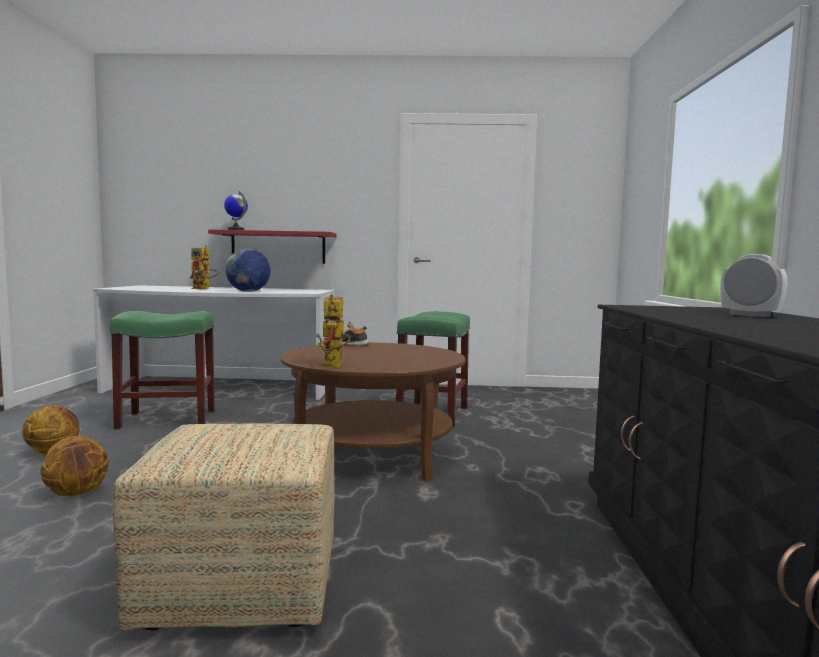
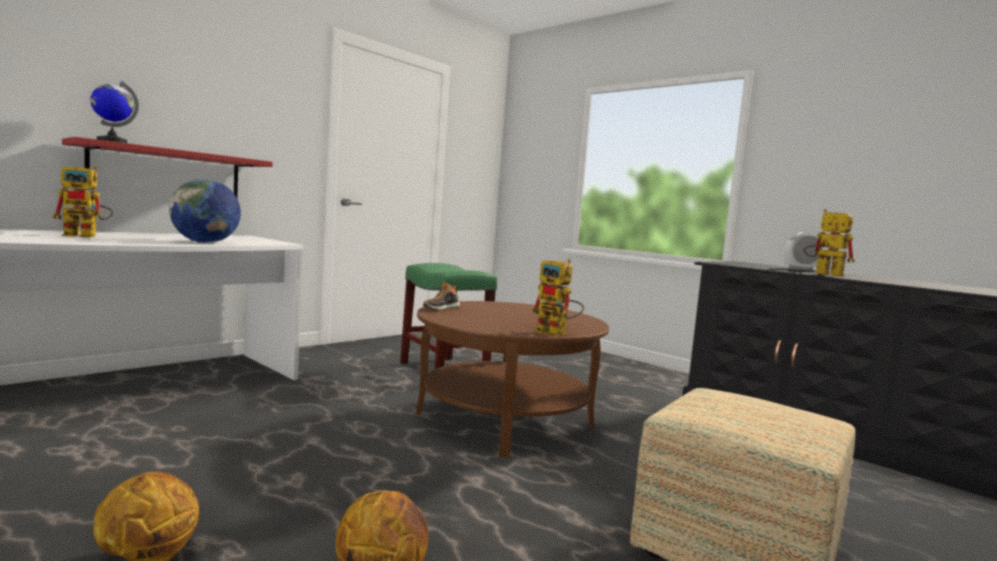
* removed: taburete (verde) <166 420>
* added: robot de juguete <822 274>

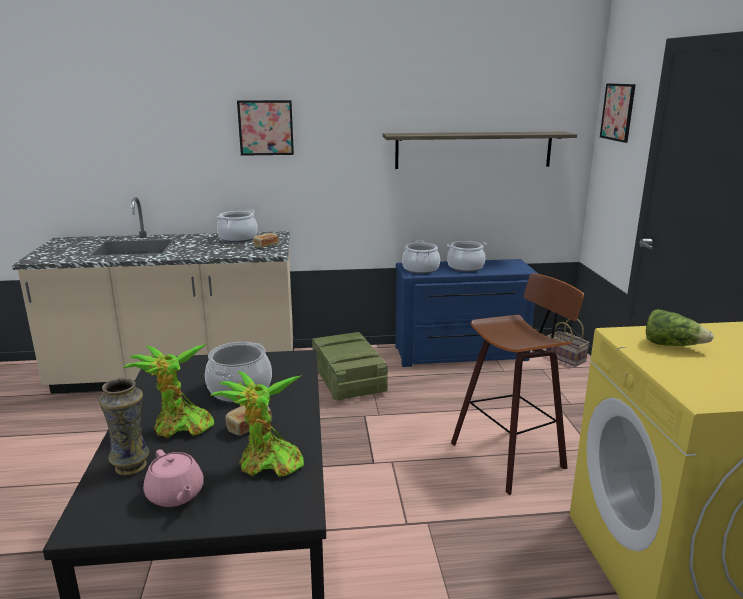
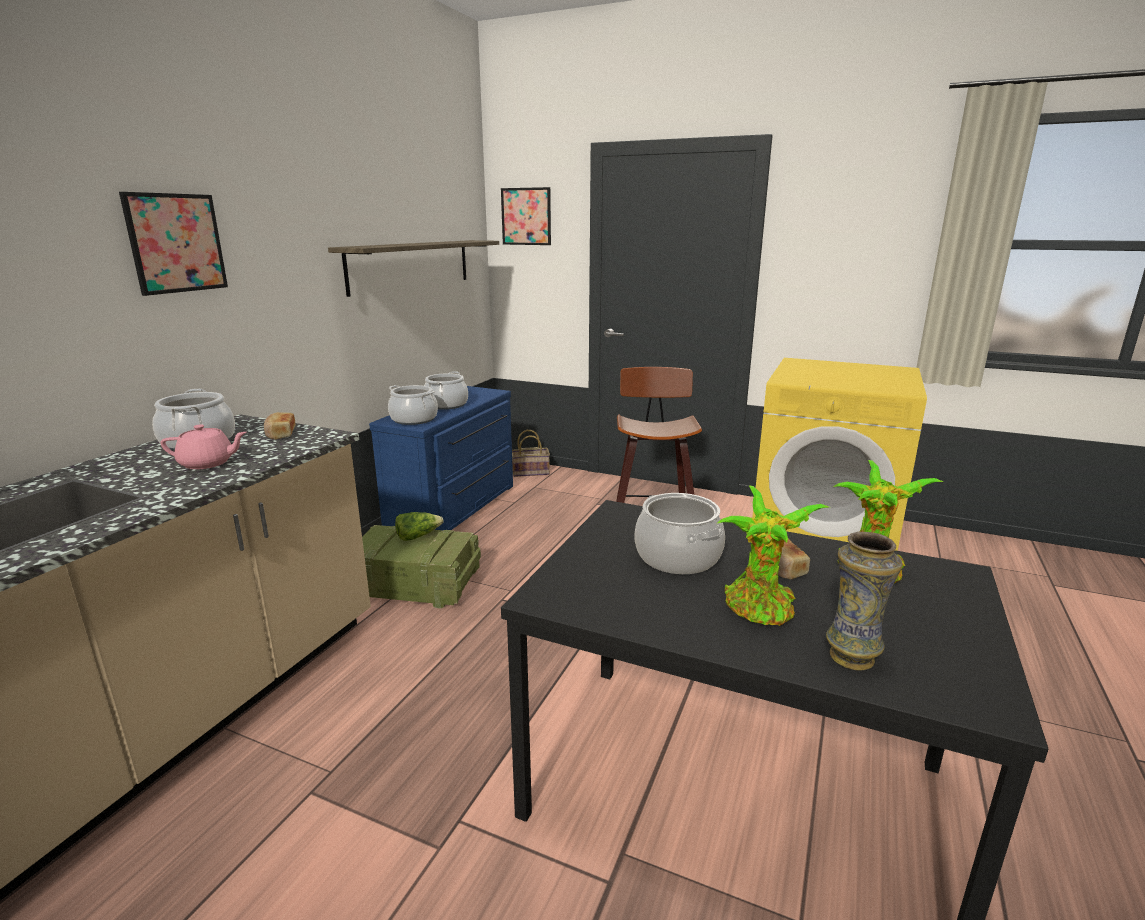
* moved: tetera (rosa) <175 495> to <208 463>
* moved: lechuga <672 345> to <418 536>

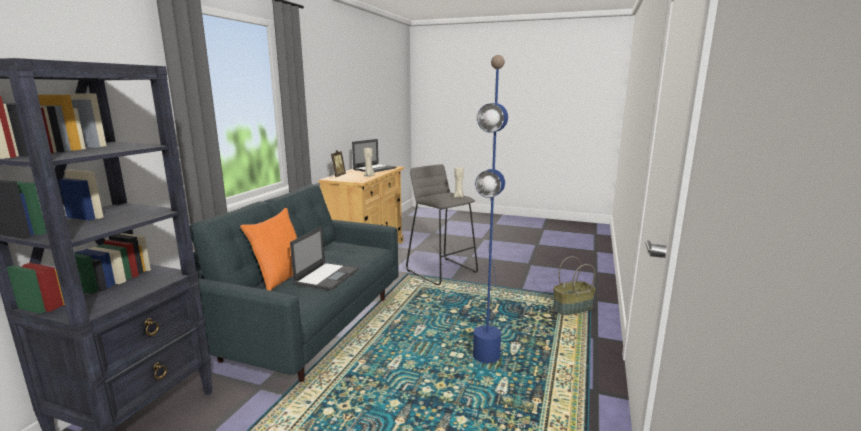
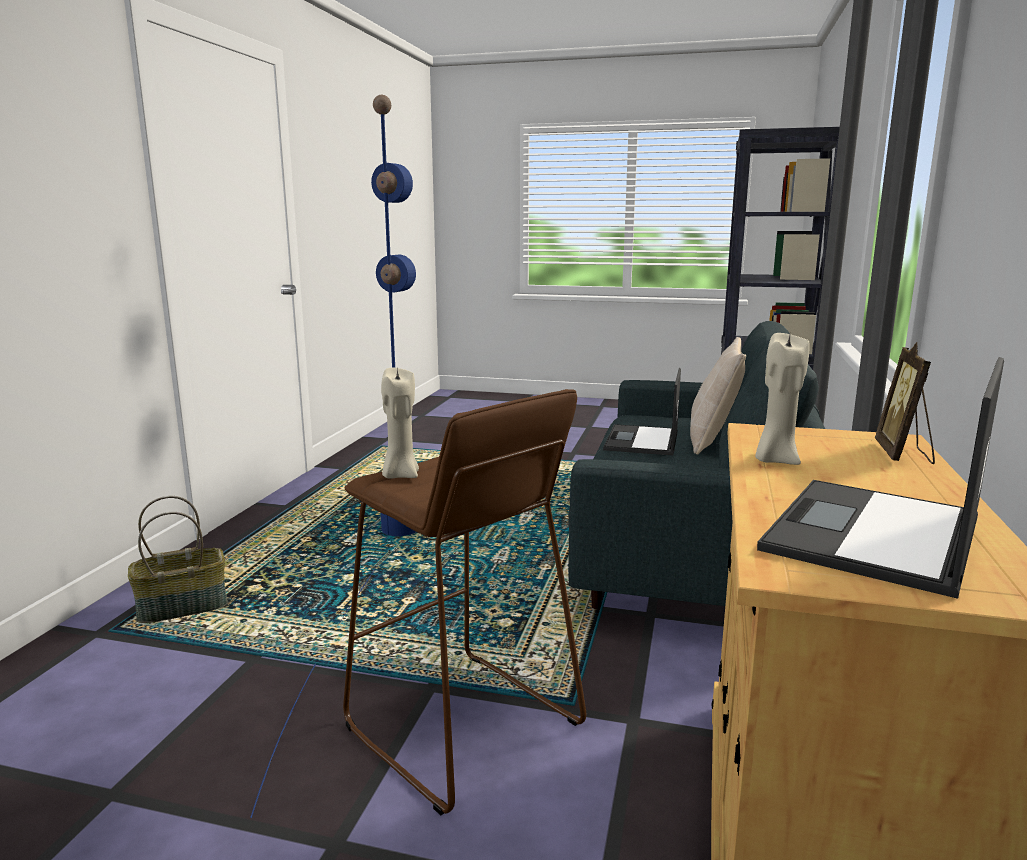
* recoloured: cojín (naranja) <281 276> to cojín (beis) <713 440>
* recoloured: taburete (gris) <442 271> to taburete (marrón) <461 726>

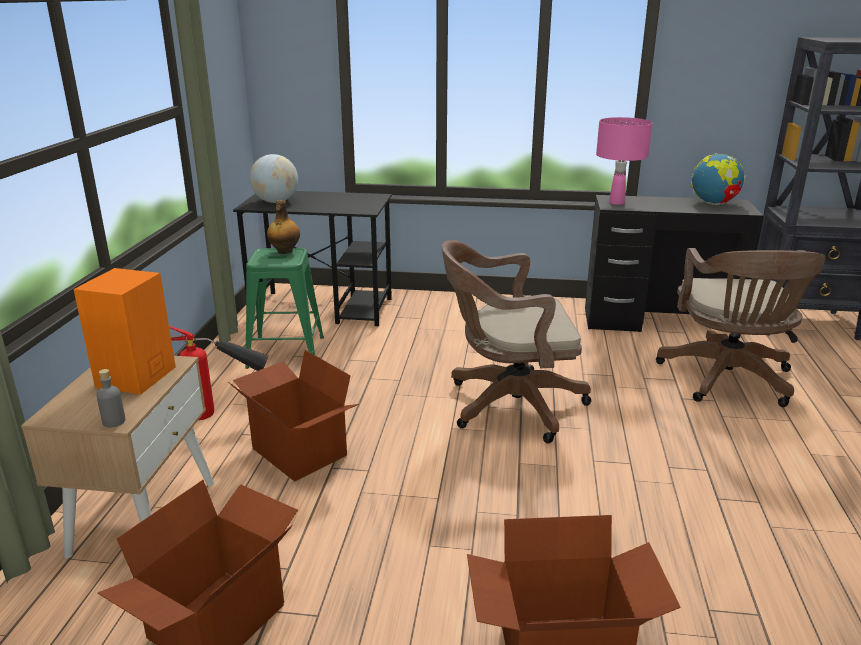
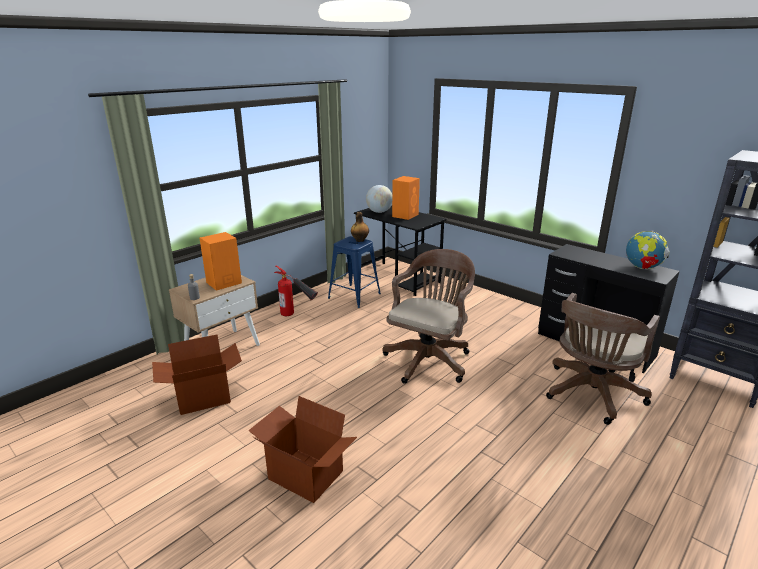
* removed: caja de cartón <297 452>
* recoloured: taburete (verde) <286 352> to taburete (azul) <354 296>
* turned: silla de oficina (marrón) <508 405> = <429 359> 90 degrees clockwise
* removed: lámpara de mesa (rosa) <617 203>
* added: altavoz (naranja) <405 215>

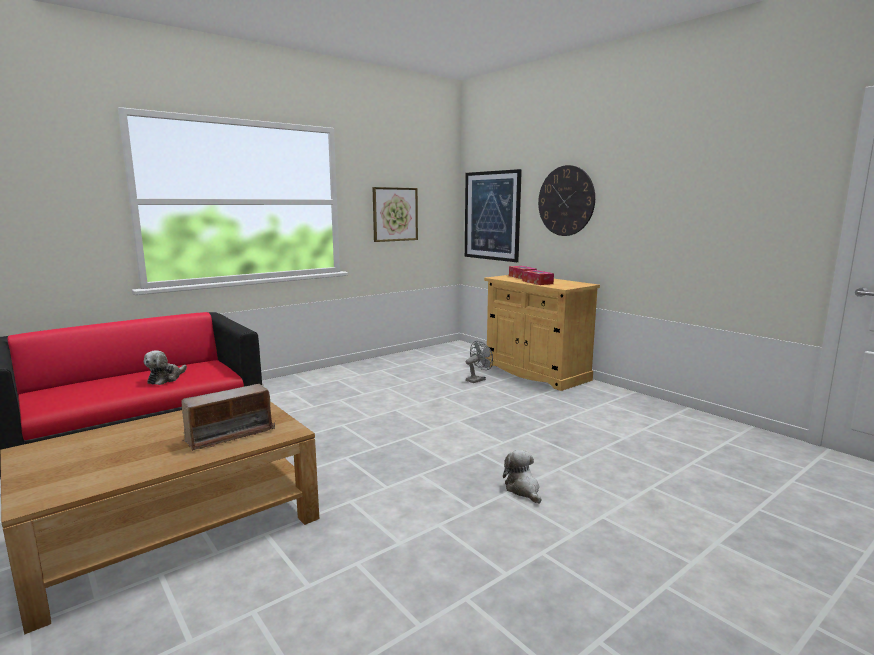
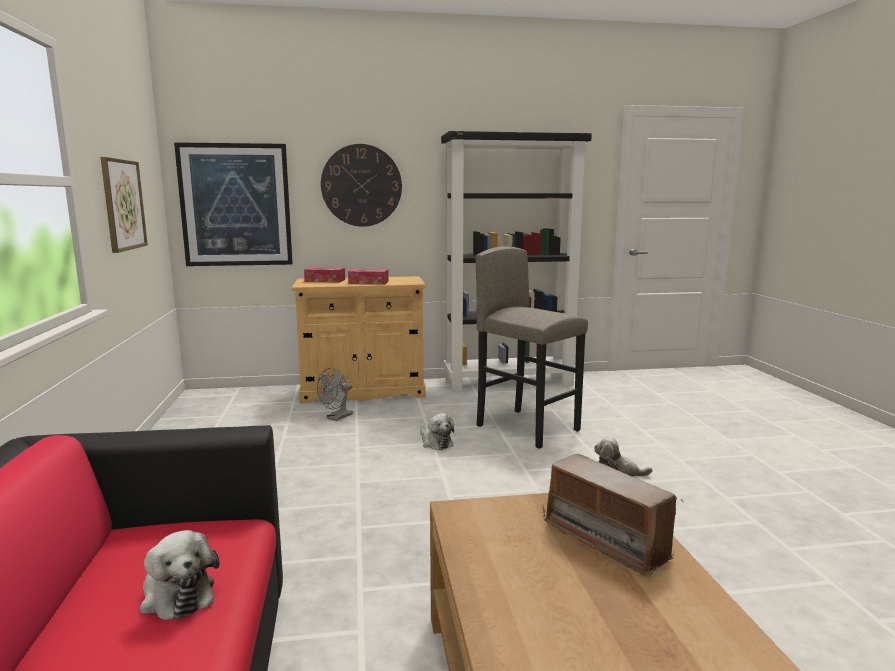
* turned: radio <230 435> = <606 541> 150 degrees clockwise
* turned: ventilador (gris) <478 379> = <337 418> 135 degrees counterclockwise
* added: peluche <435 442>
* added: estantería (negro) <509 382>
* added: taburete (gris) <528 428>

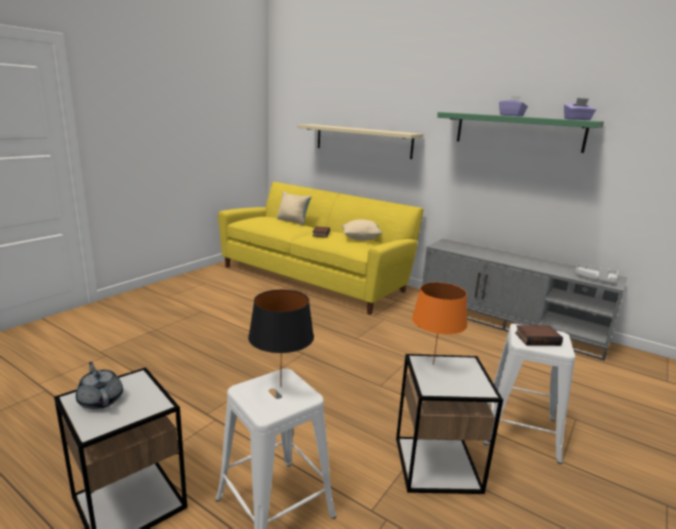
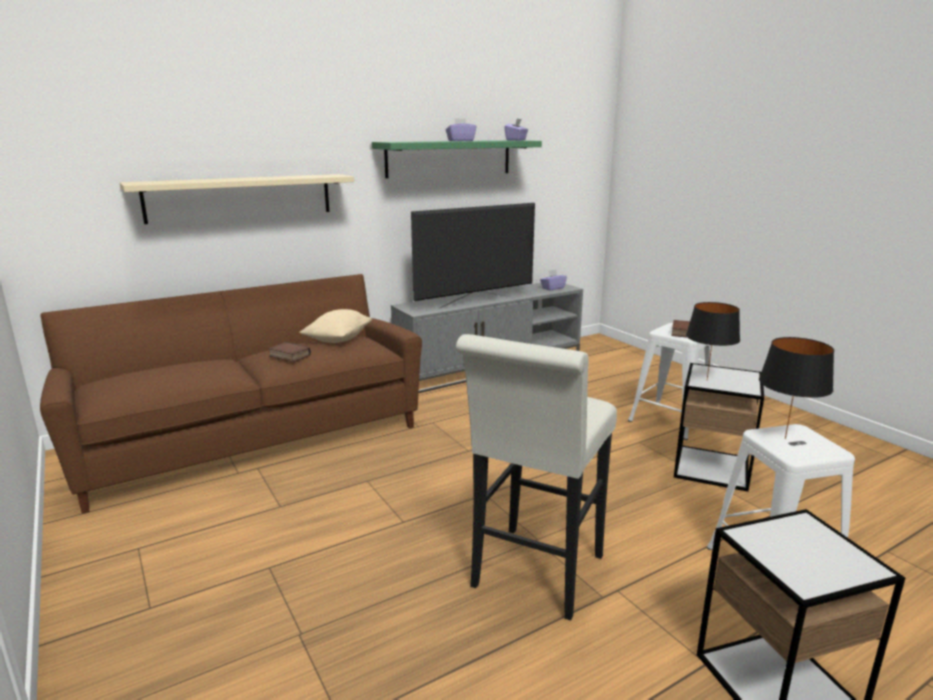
* removed: tetera (gris) <101 399>
* recoloured: sofá (amarillo) <315 277> to sofá (marrón) <251 437>
* removed: cojín (beis) <293 221>
* recoloured: lámpara de mesa (naranja) <433 364> to lámpara de mesa (negro) <706 380>
* replaced: bandeja (gris) <595 278> to caja de pañuelos (morado) <552 288>
* added: televisor <475 302>
* added: taburete (blanco) <534 577>

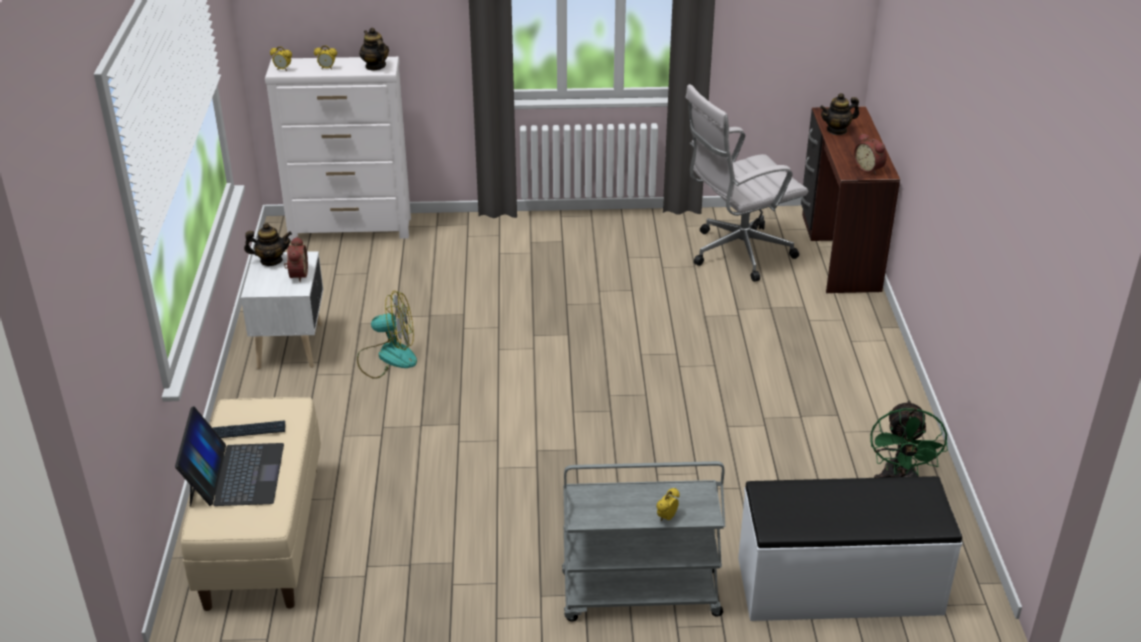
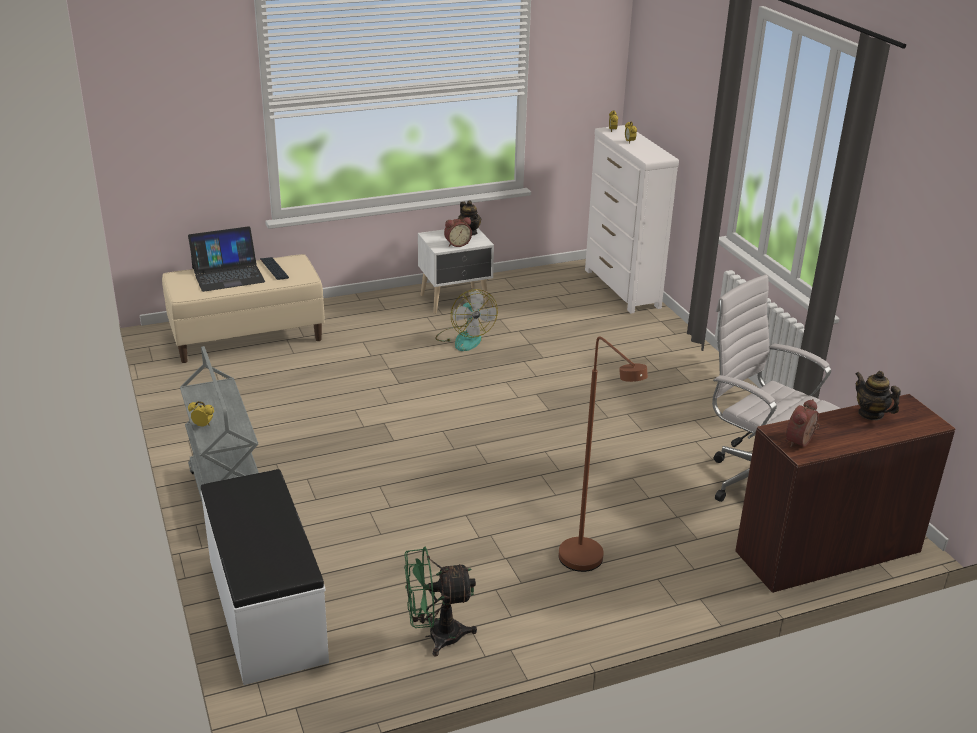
* removed: tetera <375 66>
* added: lámpara de pie (marrón) <588 564>

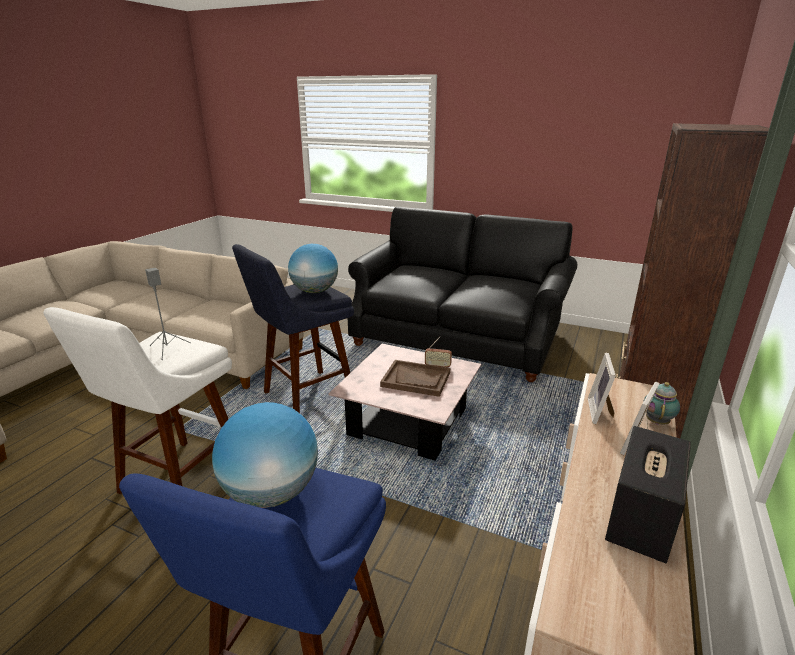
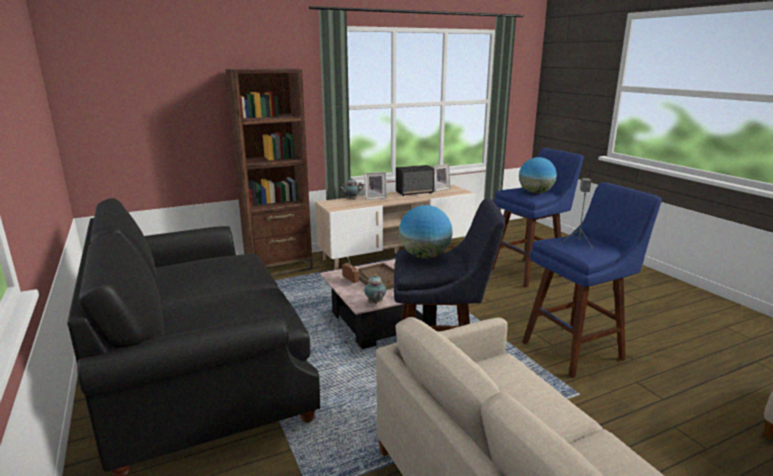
* recoloured: taburete (blanco) <177 482> to taburete (azul) <577 349>
* moved: portarretratos <600 412> to <439 189>
* added: tetera <375 303>

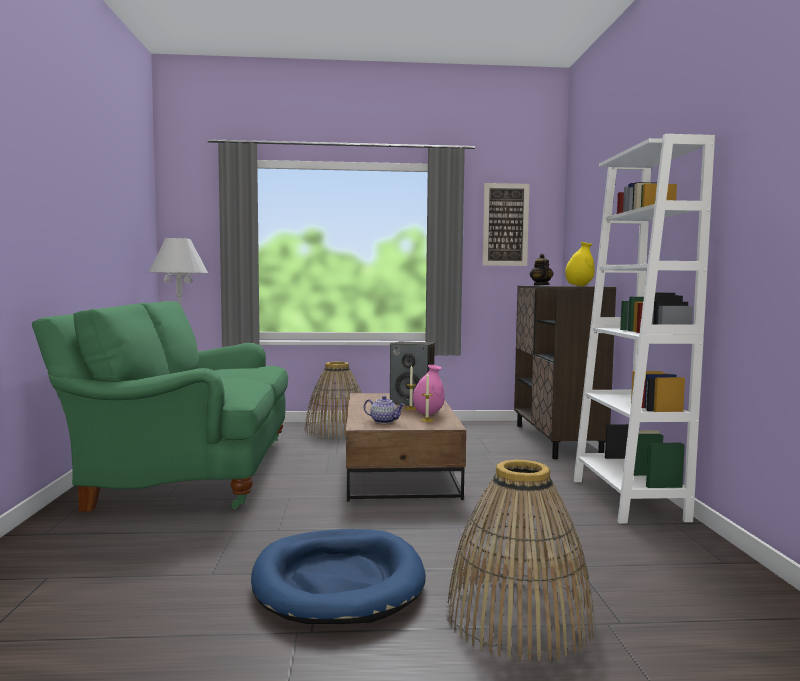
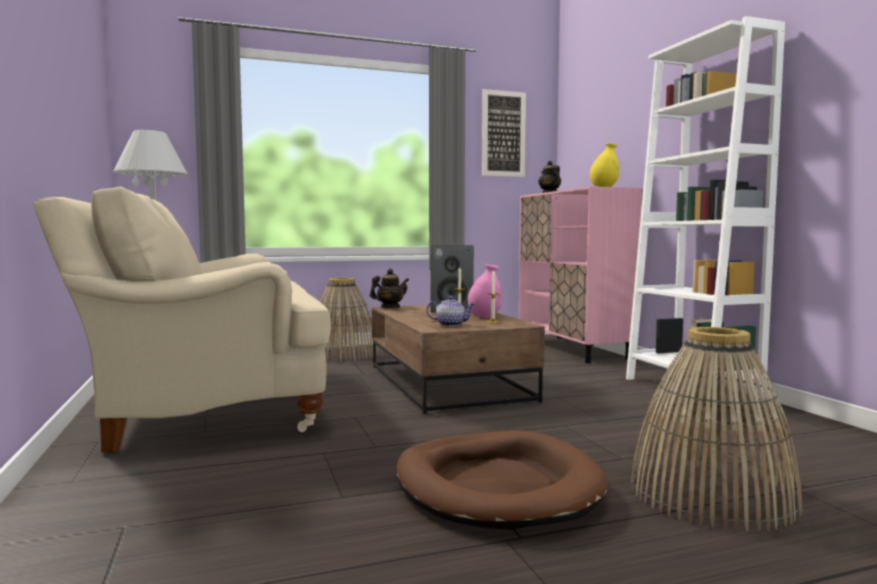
* recoloured: sofá (verde) <188 471> to sofá (beis) <207 402>
* recoloured: cama para perro (azul) <338 581> to cama para perro (marrón) <497 486>
* recoloured: armario (marrón) <556 440> to armario (rosa) <572 349>
* added: tetera <389 307>

